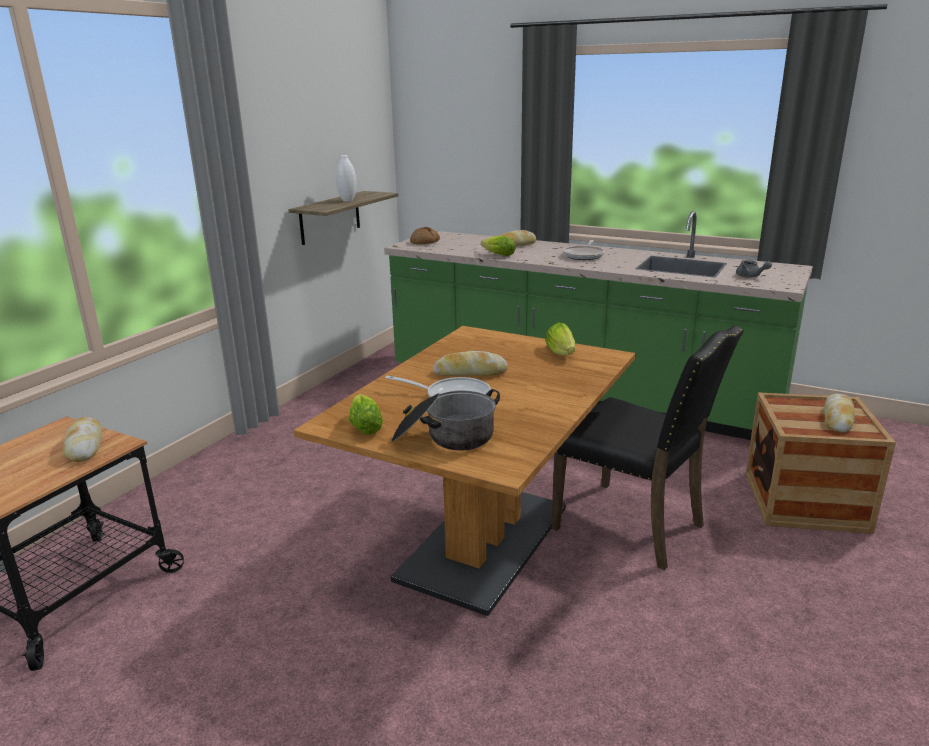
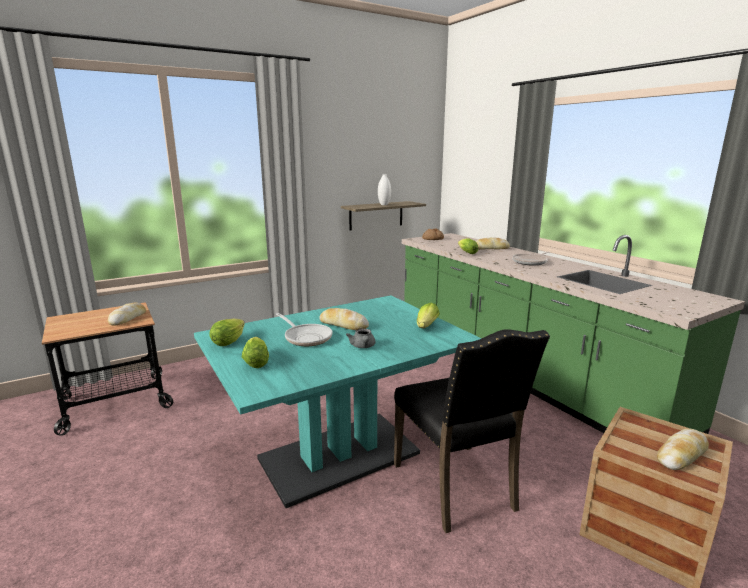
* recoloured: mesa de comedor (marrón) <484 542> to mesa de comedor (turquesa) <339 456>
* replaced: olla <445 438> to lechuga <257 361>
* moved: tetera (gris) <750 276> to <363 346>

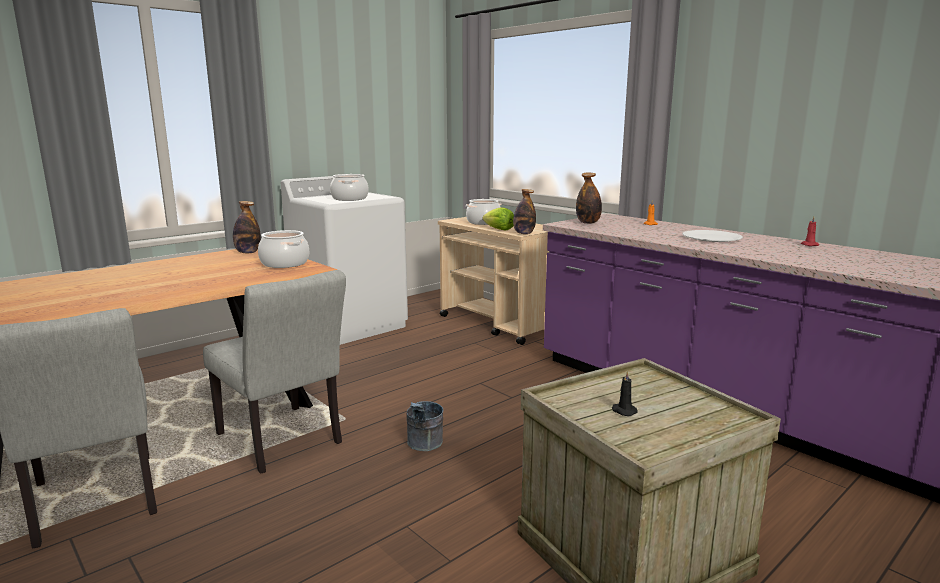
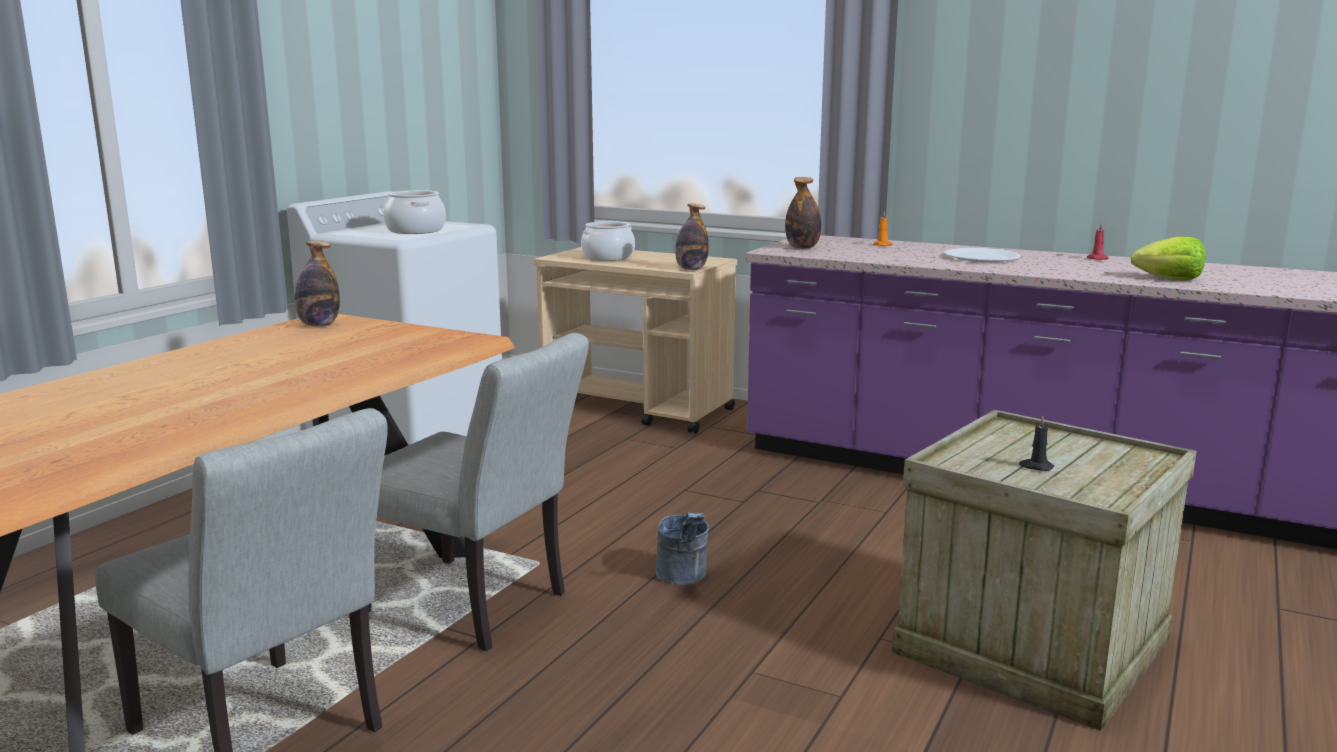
* removed: olla <285 263>
* moved: lechuga <499 229> to <1170 279>

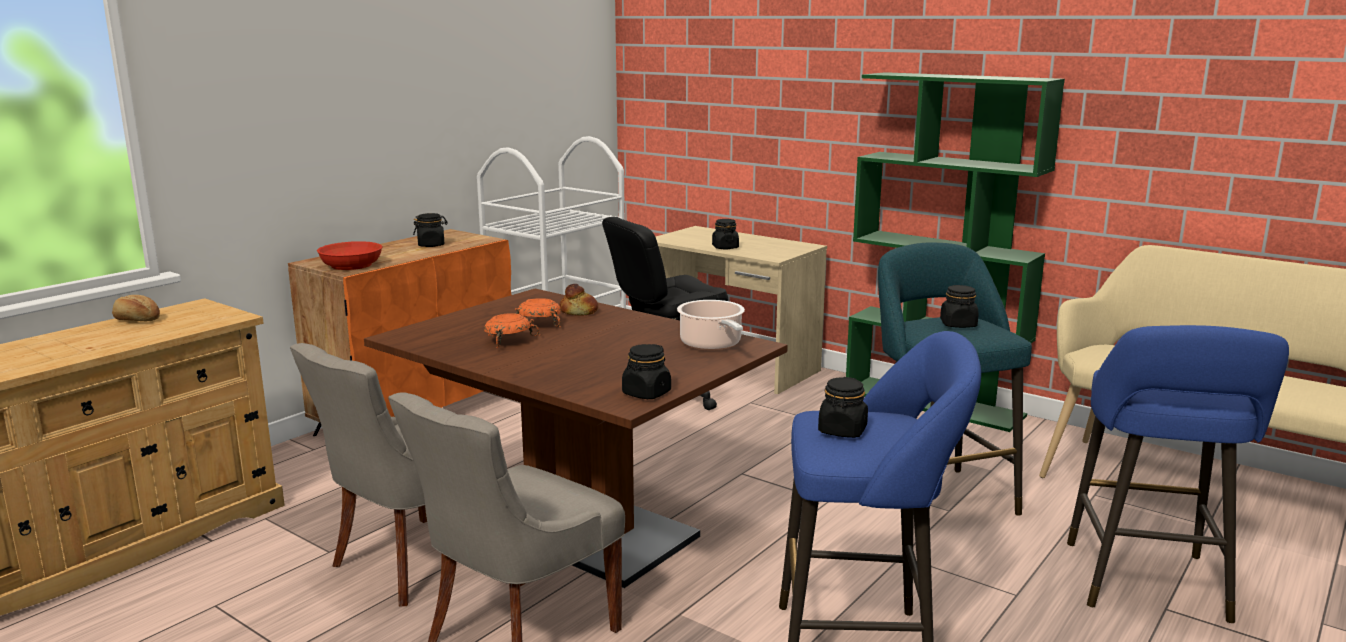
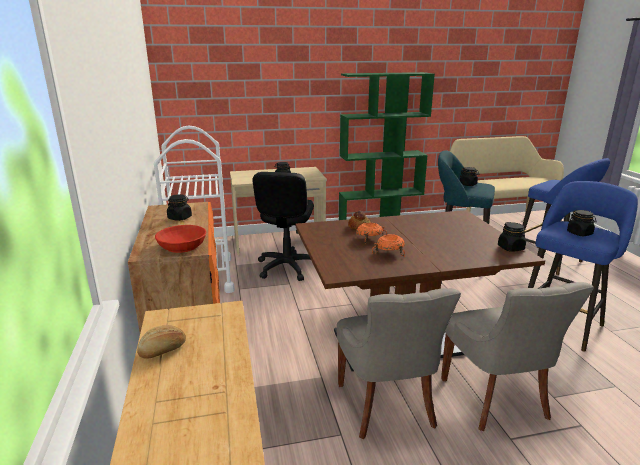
* removed: olla <712 345>

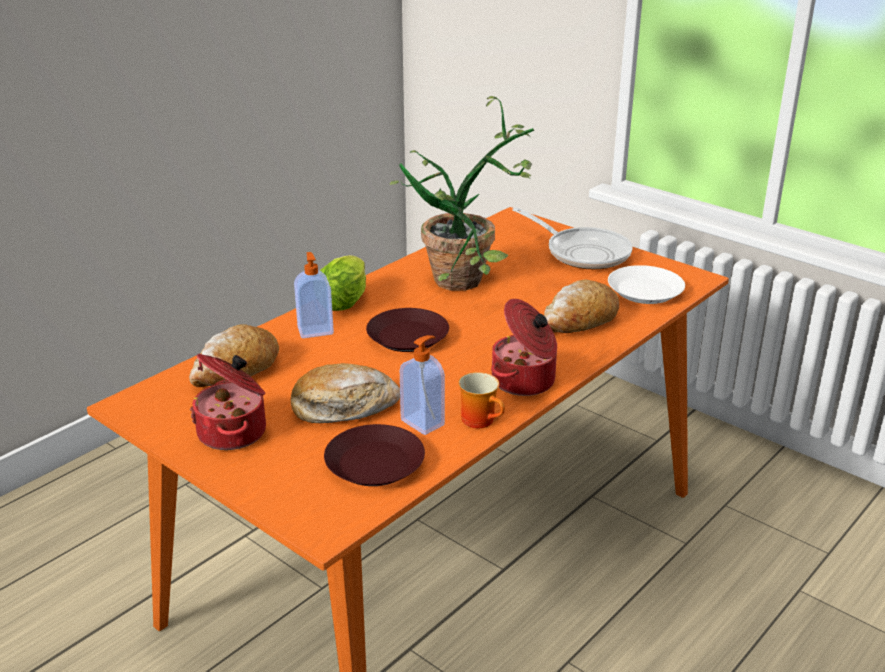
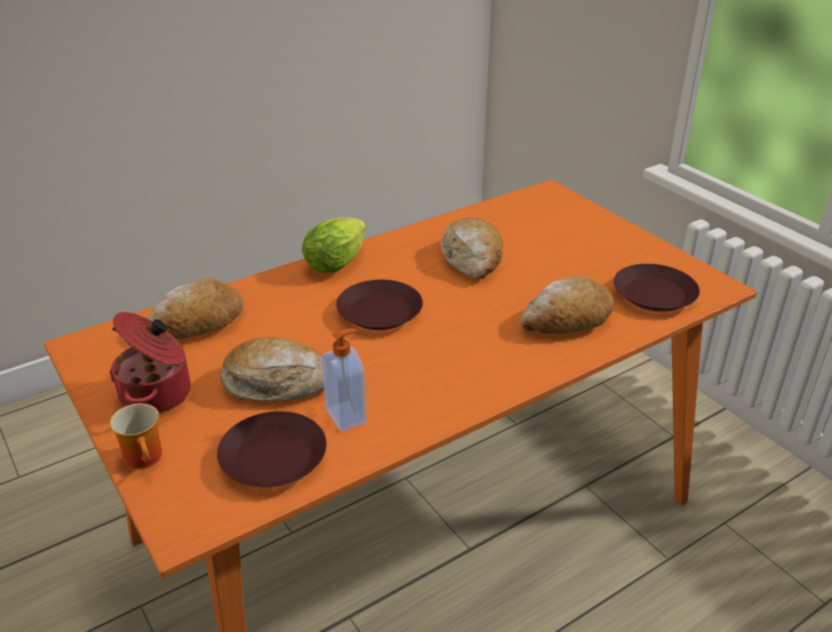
* removed: dispensador de jabón <315 330>
* replaced: planta en maceta <471 282> to pan <472 259>
* moved: taza grande <482 420> to <147 457>
* removed: olla <525 381>
* removed: sartén <582 252>
* recoloured: plato (blanco) <646 291> to plato (marrón) <655 295>

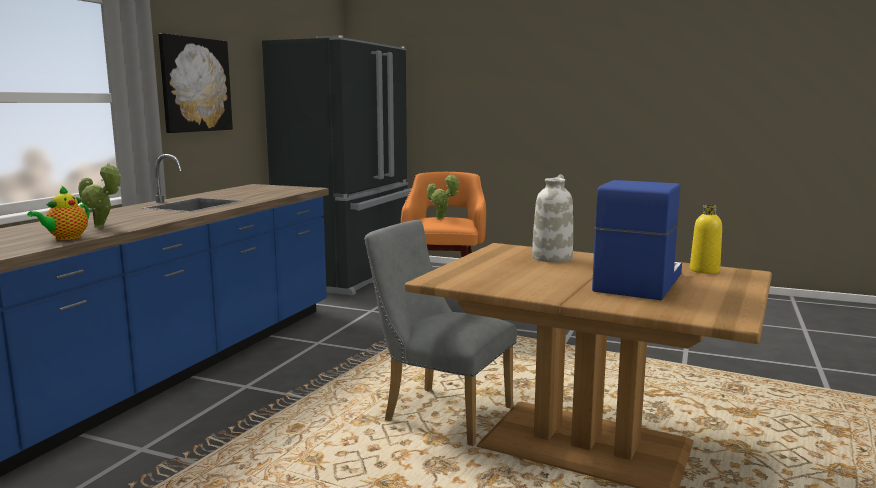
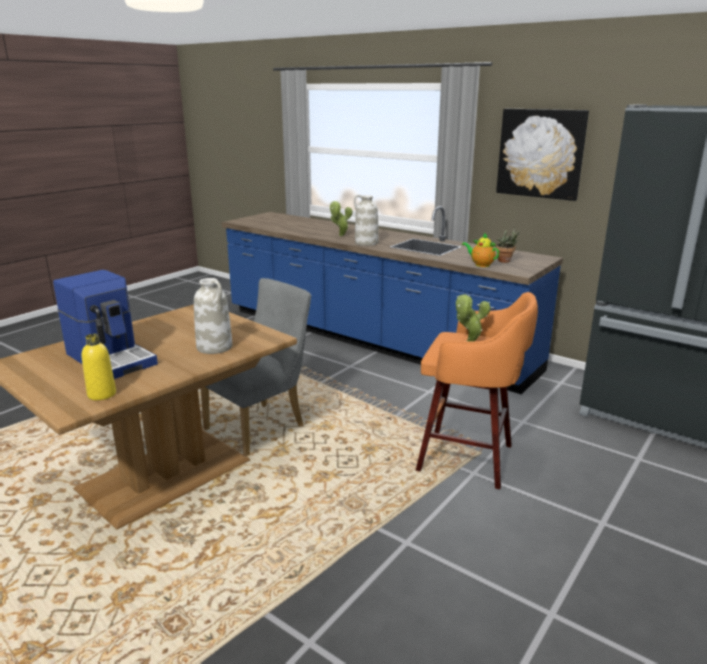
* moved: tetera <65 238> to <480 265>
* added: florero (blanco) <366 243>
* added: planta en maceta <505 261>

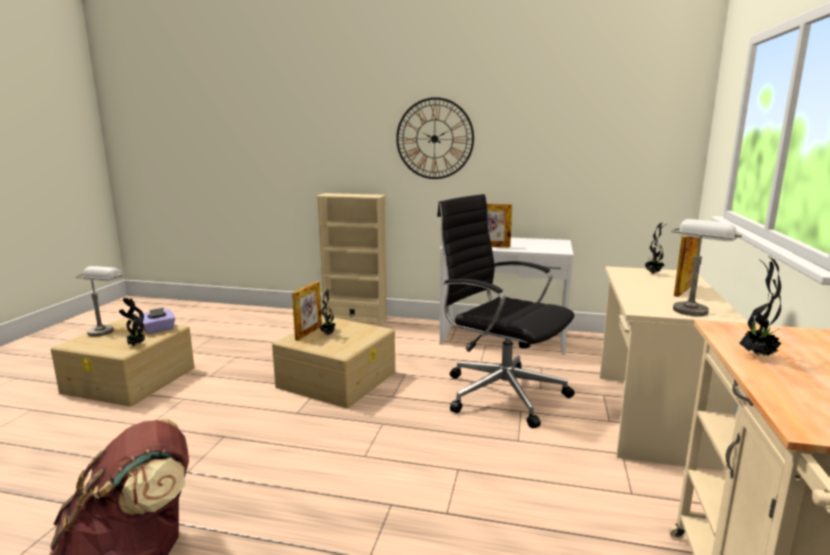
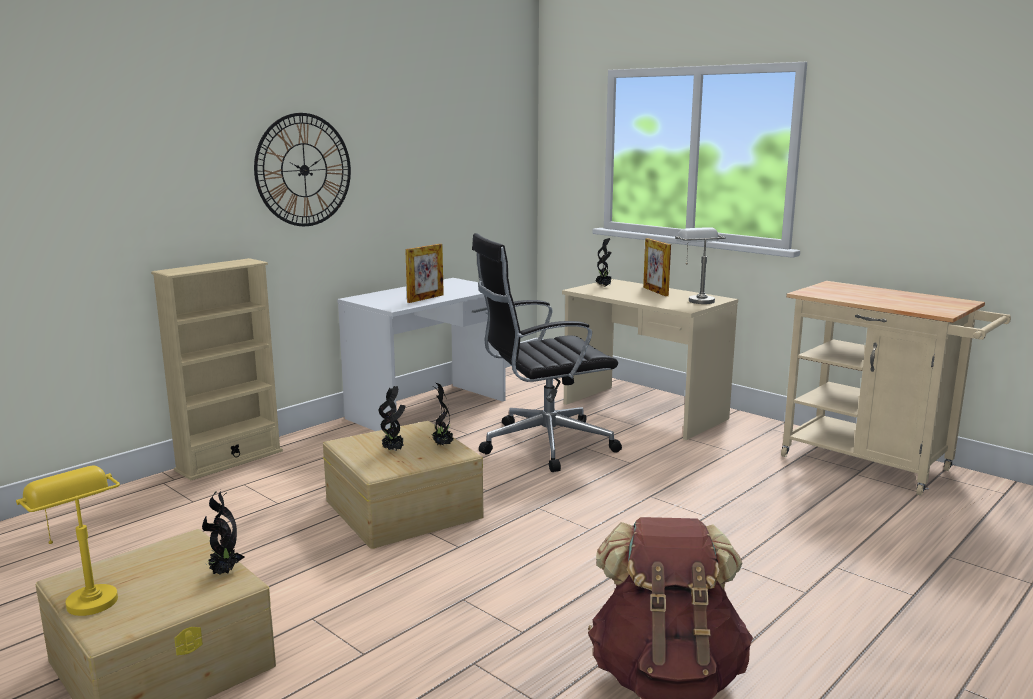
* recoloured: lámpara de mesa (gris) <106 329> to lámpara de mesa (amarillo) <84 597>
* removed: caja de pañuelos (morado) <159 330>
* removed: portarretratos <309 332>
* moved: planta en maceta <757 355> to <442 445>

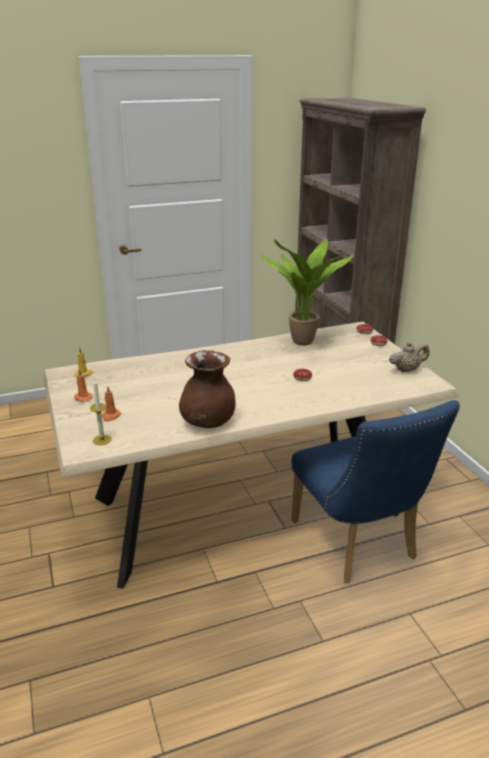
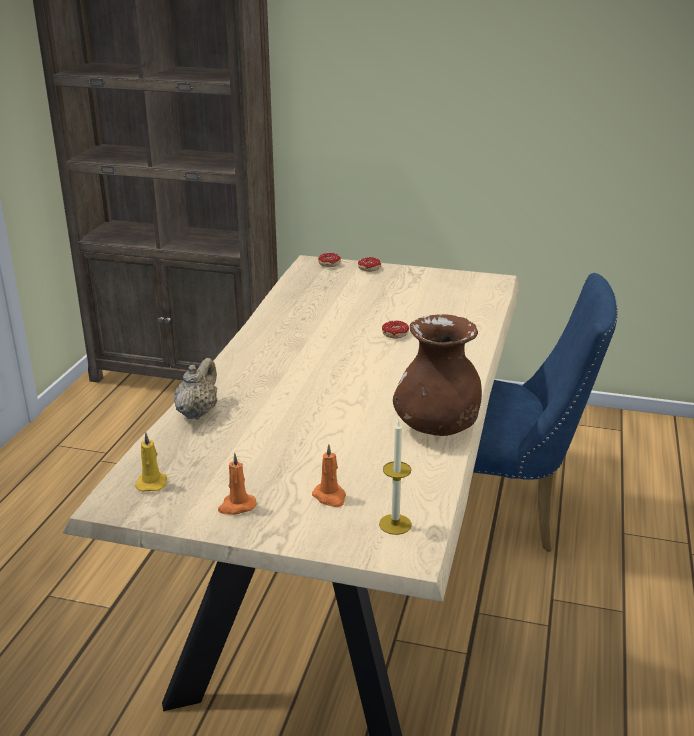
* removed: planta en maceta <304 344>
* moved: tetera (beis) <407 370> to <197 412>

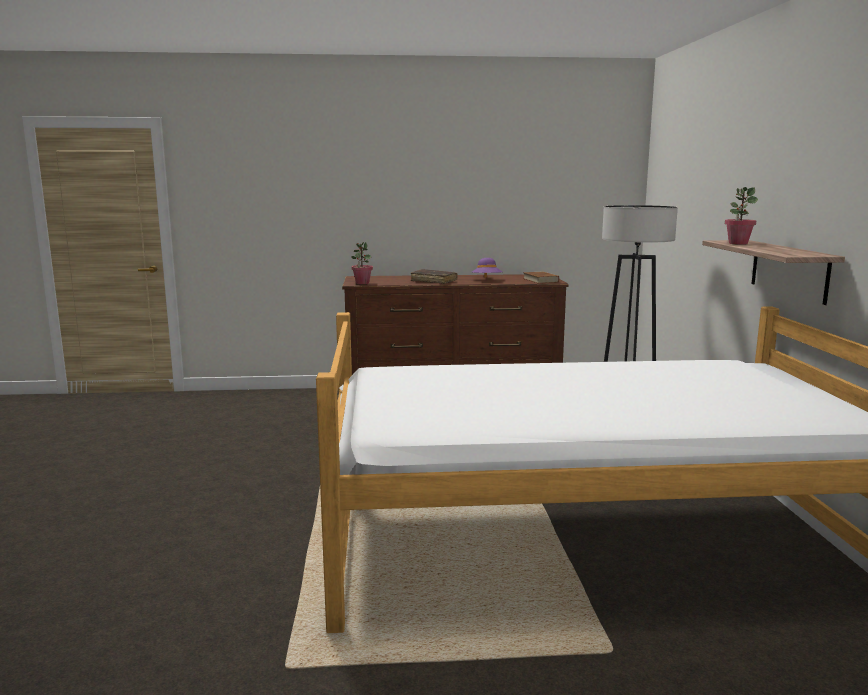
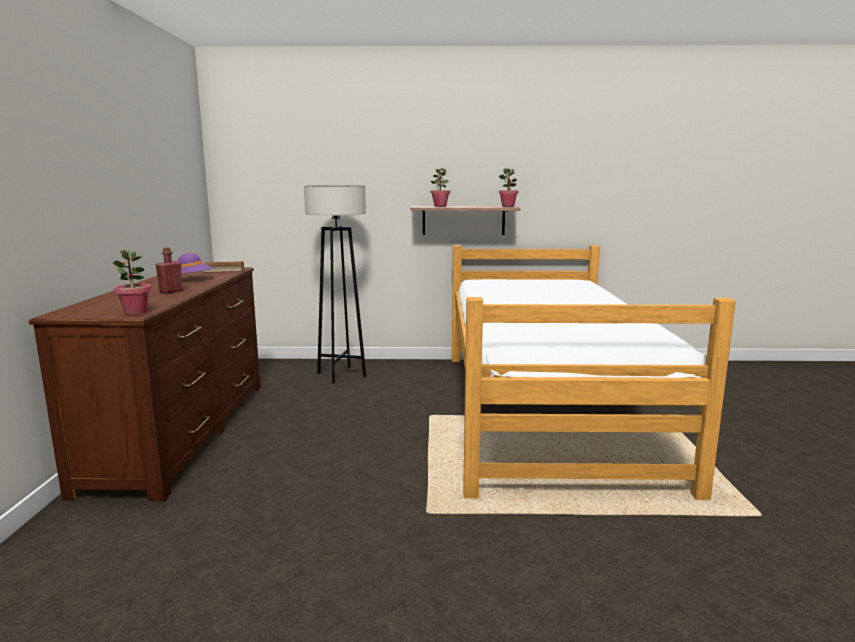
* replaced: libro (marrón) <434 281> to botella (rojo) <171 291>
* added: planta en maceta <508 206>

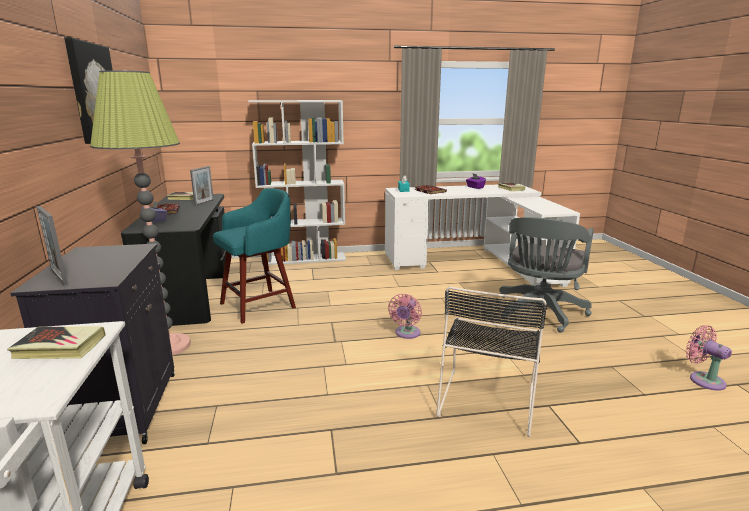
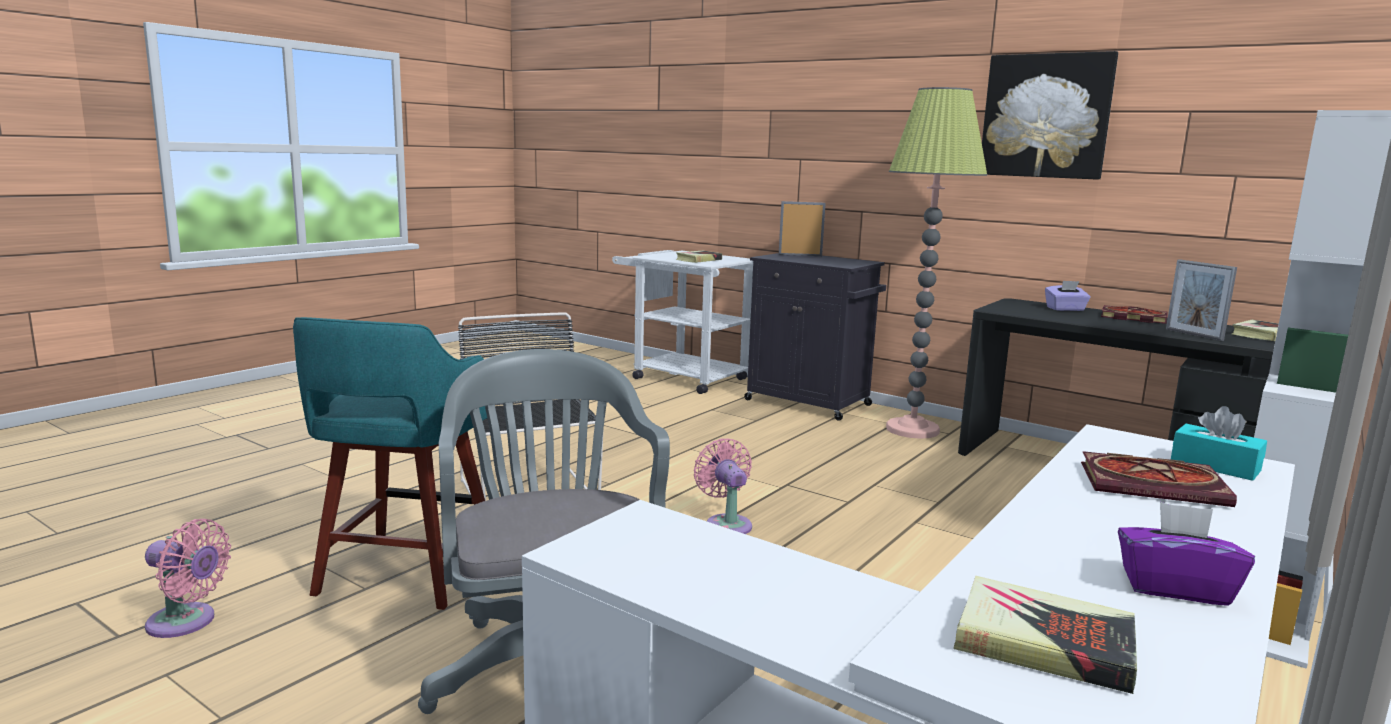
* moved: taburete (turquesa) <260 305> to <405 572>

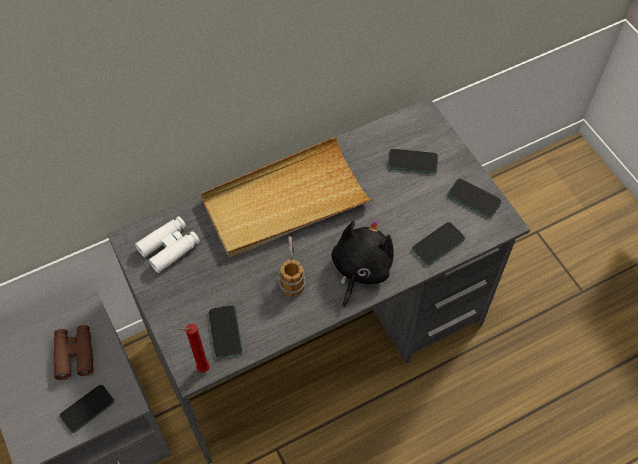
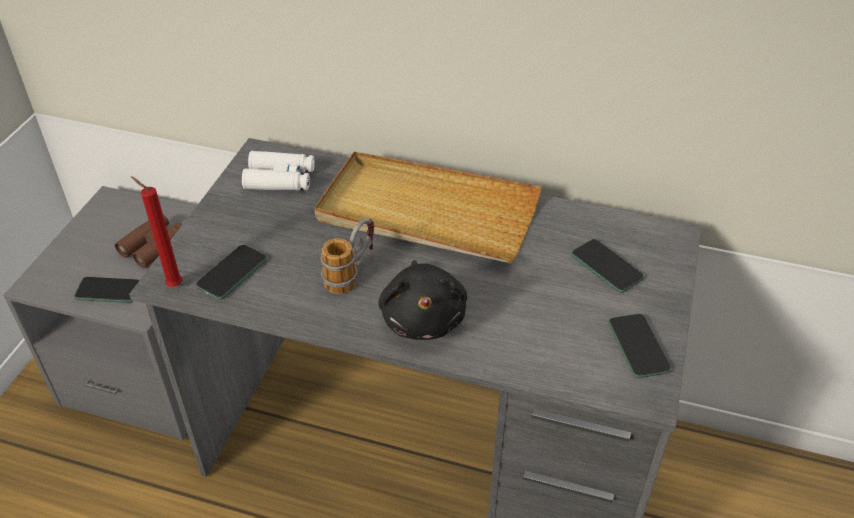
* turned: peluche (negro) <360 269> = <423 317> 105 degrees clockwise
* removed: móvil <438 244>

